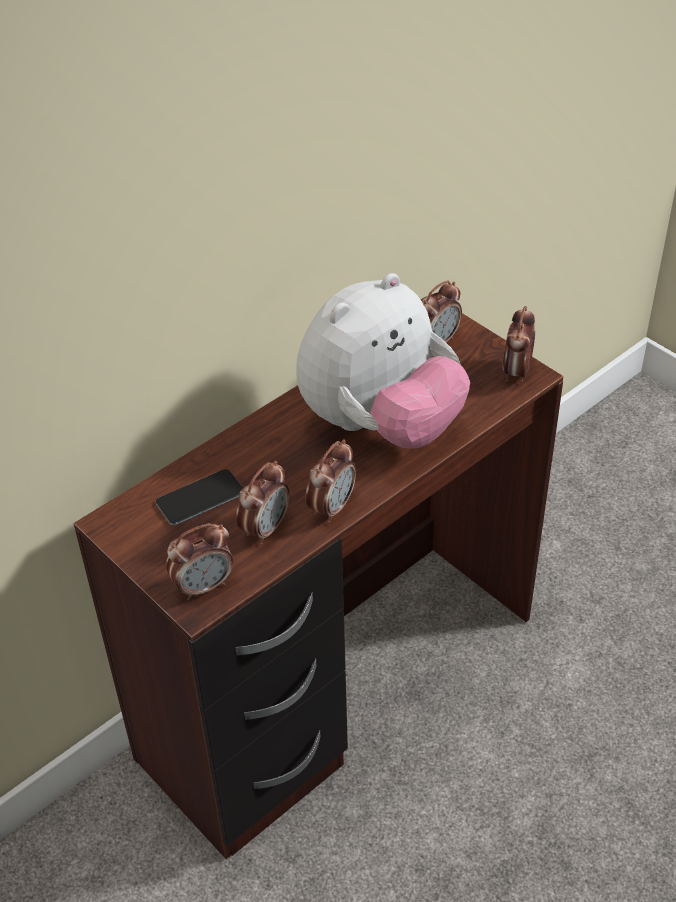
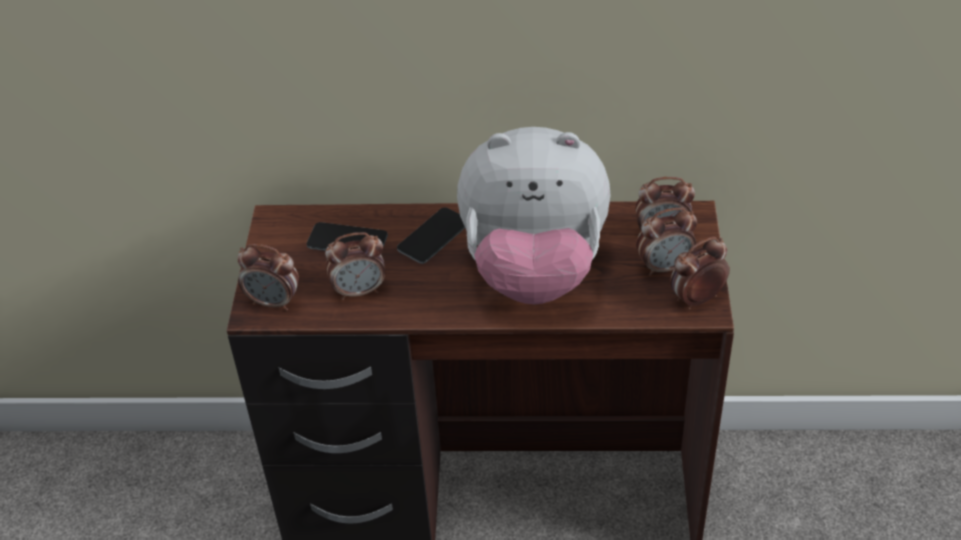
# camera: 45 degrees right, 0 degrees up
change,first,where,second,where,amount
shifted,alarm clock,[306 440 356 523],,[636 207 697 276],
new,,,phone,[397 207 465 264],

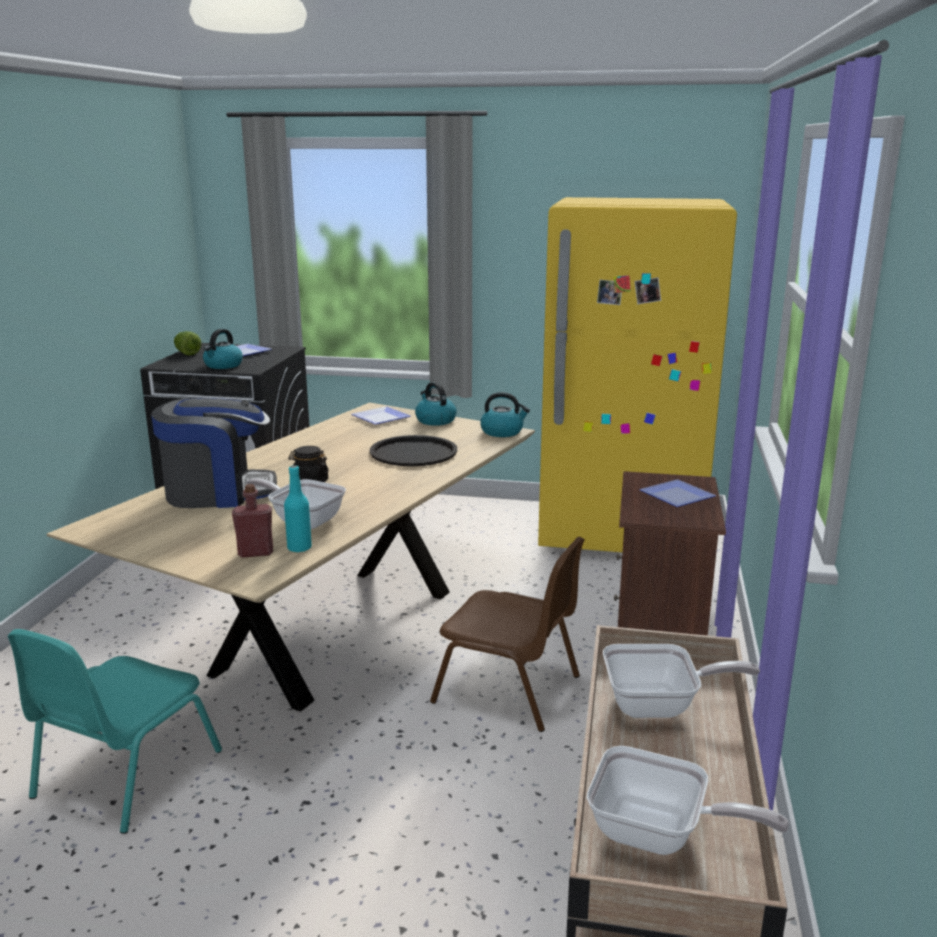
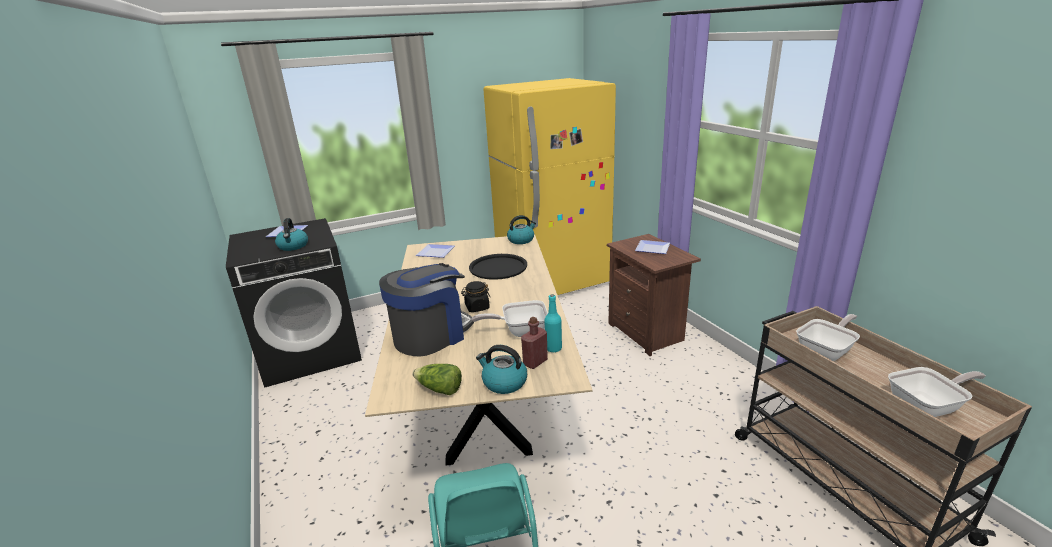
# camera: 35 degrees left, 5 degrees up
change,first,where,second,where,amount
shifted,lettuce,[174 331 202 356],,[413 364 462 395],
shifted,kettle,[415 382 457 426],,[476 345 527 394],
gone,brown-coloured upright chair,[430 537 585 732],,,

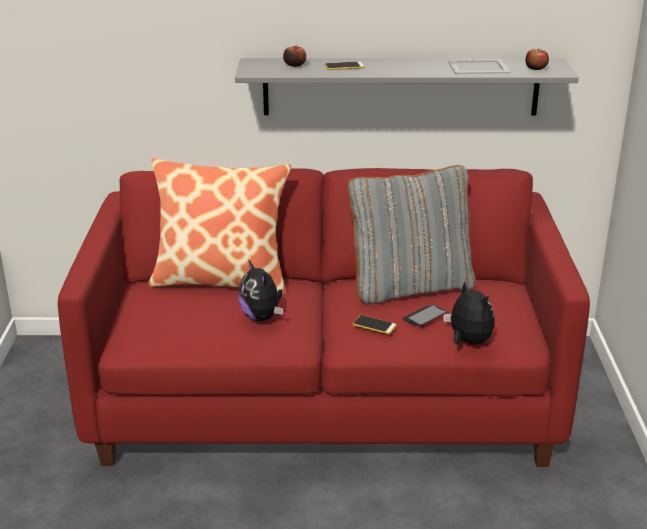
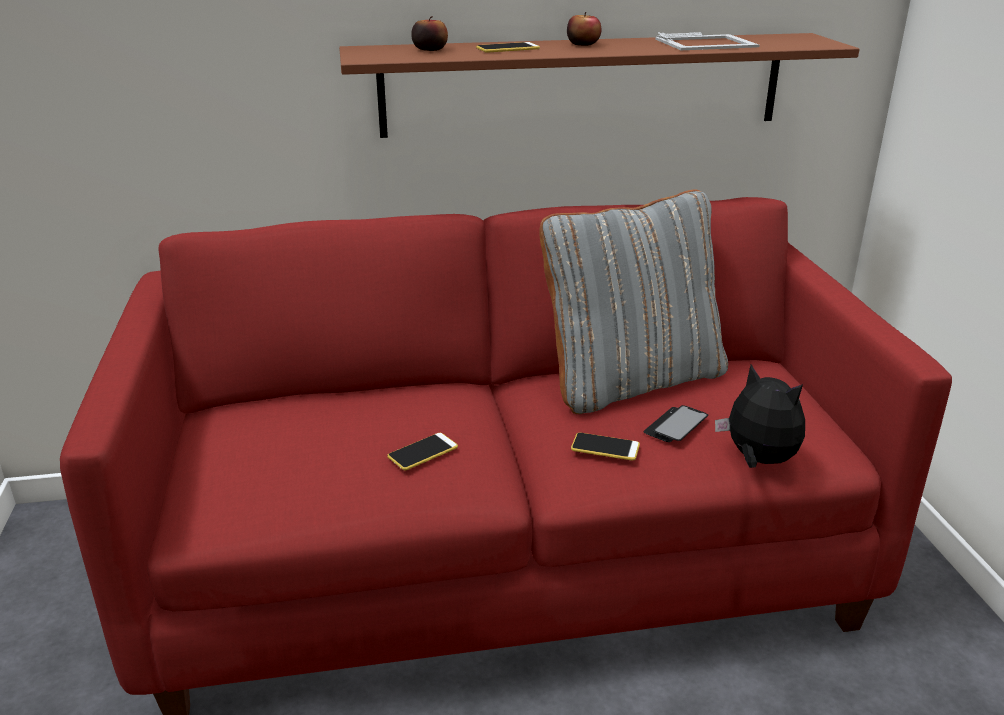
# camera: 10 degrees left, 0 degrees up
change,first,where,second,where,amount
shifted,apple,[525 49 549 70],,[567 12 601 46],
repainted,gray shelf,[235 58 579 115],brown-coloured shelf,[339 33 860 138],
gone,cushion,[148 158 291 294],,,
swapped,cuddly toy,[238 259 283 321],phone,[387 433 458 470],

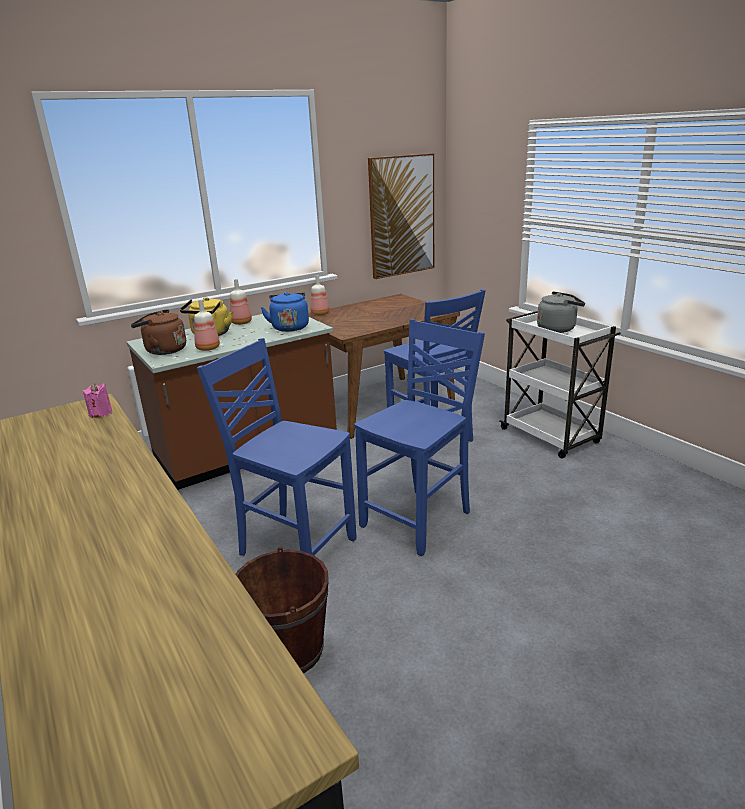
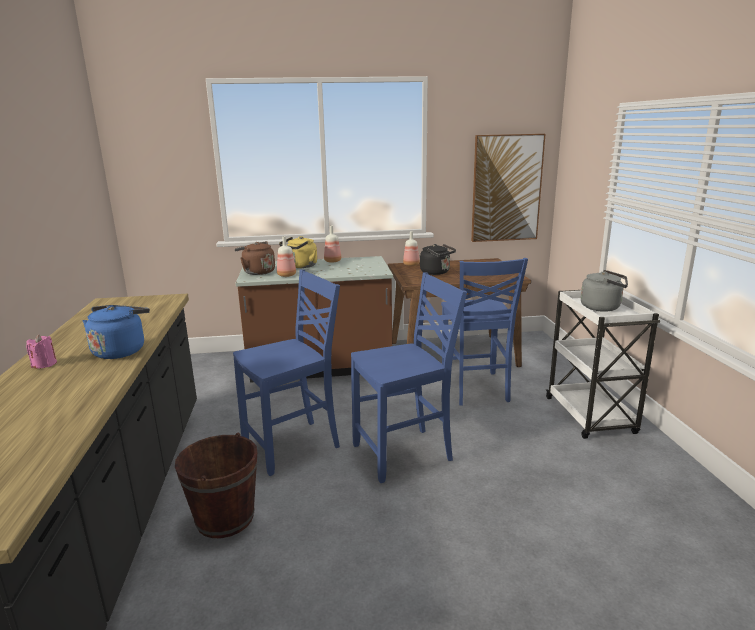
# camera: 25 degrees right, 5 degrees down
change,first,where,second,where,amount
shifted,blue-coloured kettle,[260 292 309 332],,[82 305 150 359],
rotated,blue-coloured upright chair,[197 338 356 556],,[233 270 340 476],90 degrees clockwise
shifted,pinkish wax light,[83 383 112 418],,[26 334 57 368],
new,,,blackish kettle,[420 244 456 275],

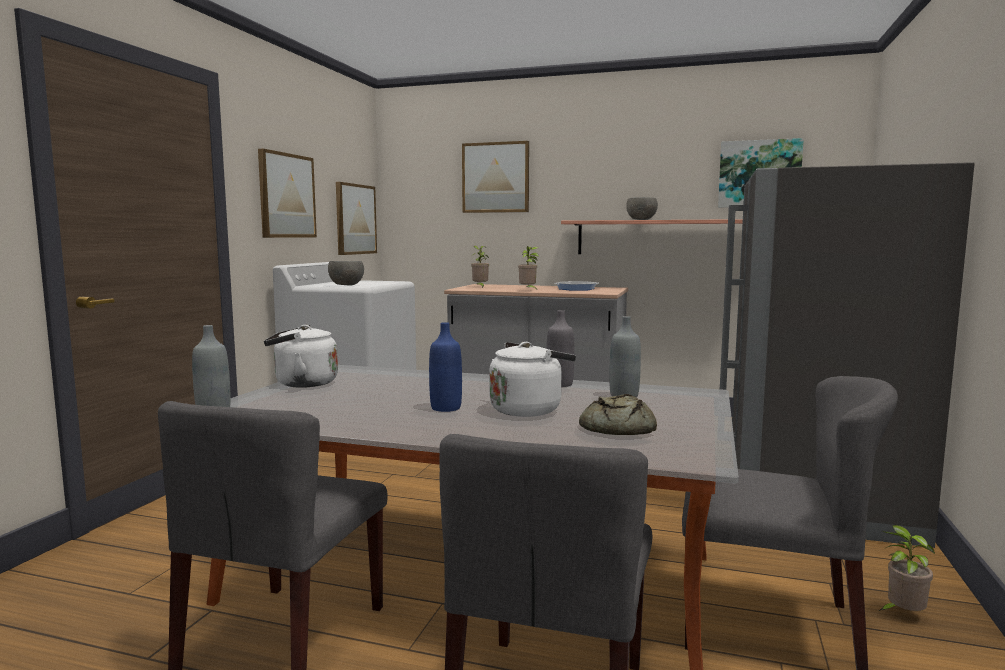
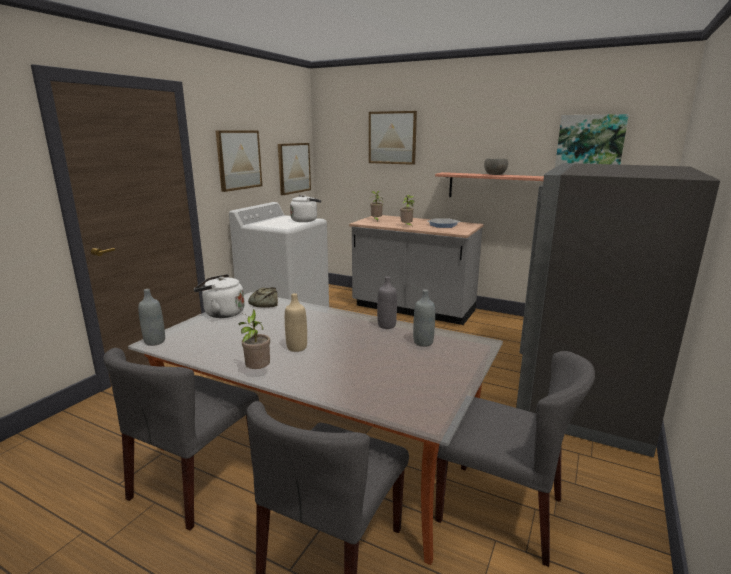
# camera: 10 degrees right, 10 degrees up
change,first,where,second,where,amount
gone,gray deep dish,[328 261 364 285],,,
repainted,blue-coloured drink bottle,[429 322 462 412],sand-coloured drink bottle,[285 293 307 352],
shifted,white kettle,[489 342 576 417],,[290 195 321 222],
shifted,bread,[579 394 657 435],,[248 287 278 308],
shifted,houseplant,[879 525 935 611],,[239 309 270 369],

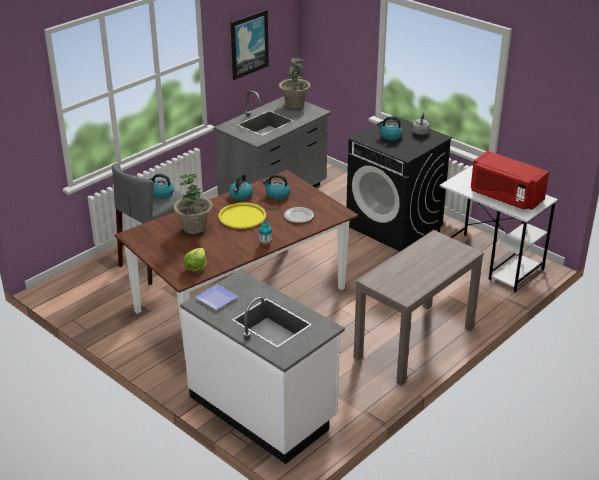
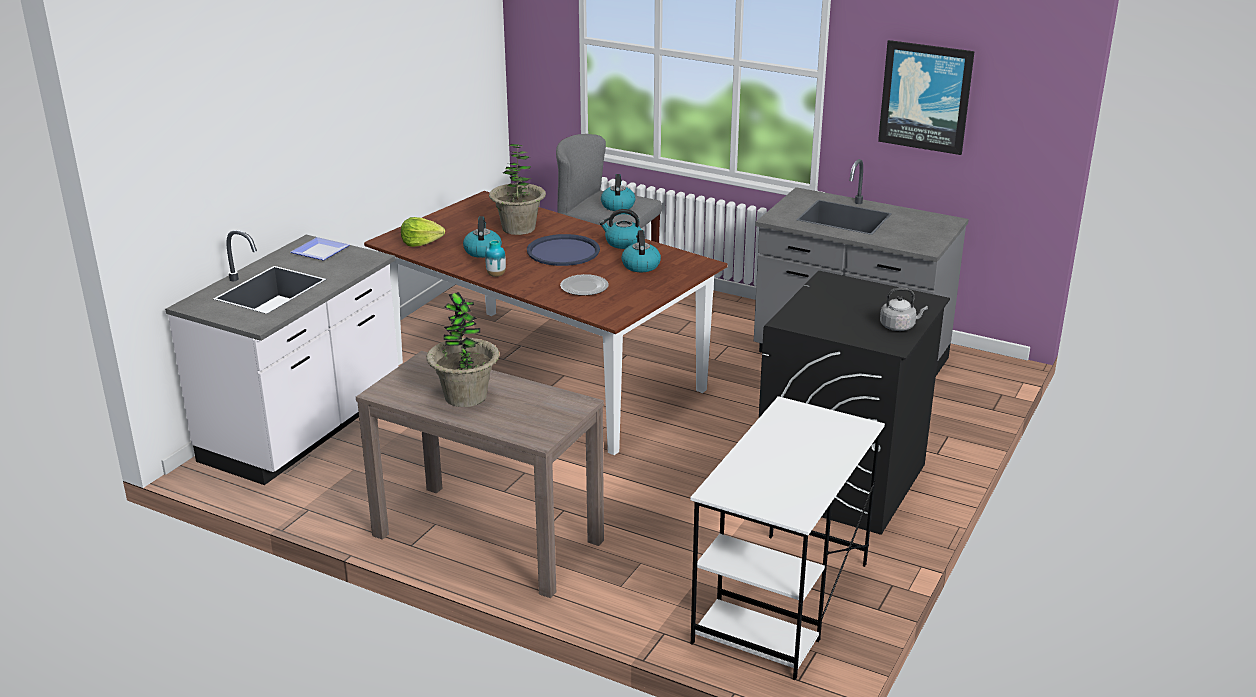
# camera: 75 degrees right, 5 degrees down
change,first,where,second,where,amount
shifted,houseplant,[279 58 311 108],,[426 292 500 407],
shifted,kettle,[377 116 403 140],,[463 216 502 258],
gone,red-coloured microwave oven,[471 151 549 210],,,
repainted,yellow-coloured carrying tray,[218 203 266 229],blue-coloured carrying tray,[527 234 600 266],

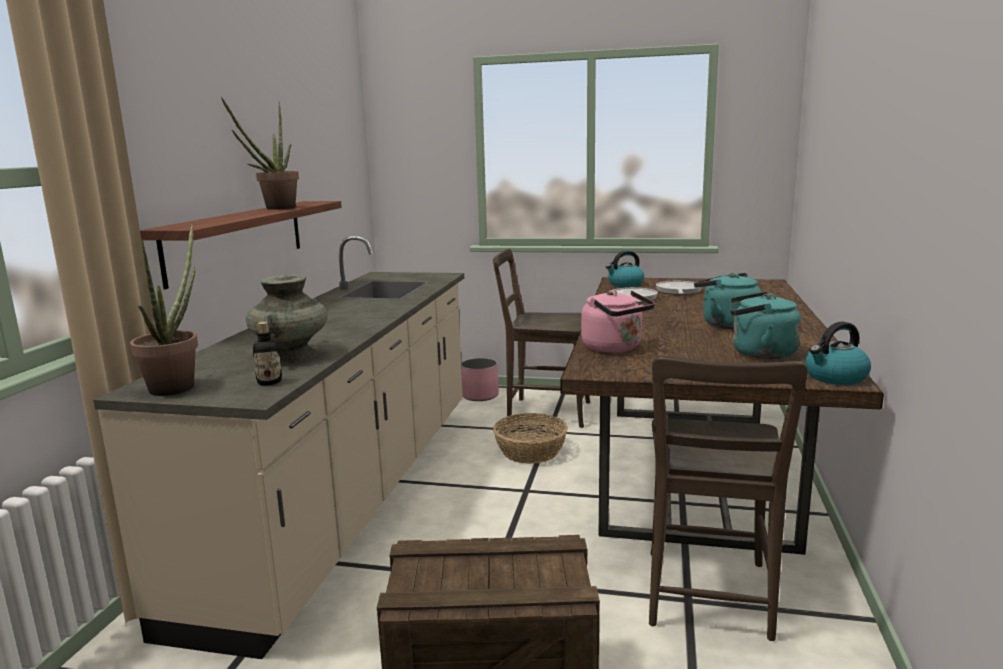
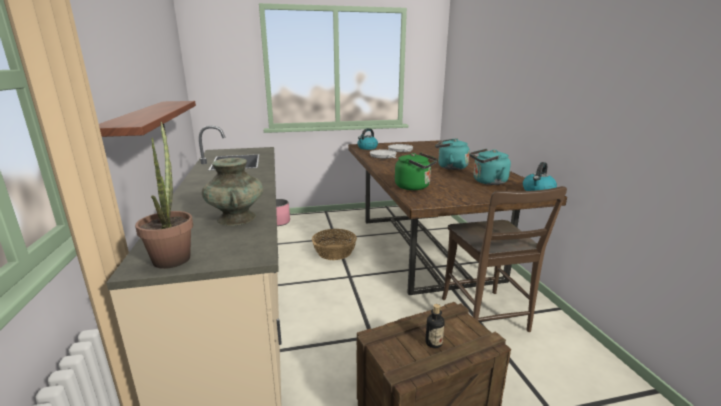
# camera: 25 degrees left, 5 degrees up
change,first,where,second,where,amount
gone,houseplant,[221 97 299 210],,,
gone,brown-coloured upright chair,[493 249 590 428],,,
repainted,pinkish kettle,[581 290 655 353],green-coloured kettle,[395 153 438 190],
shifted,drink bottle,[253 322 282 385],,[425 304 445 348],

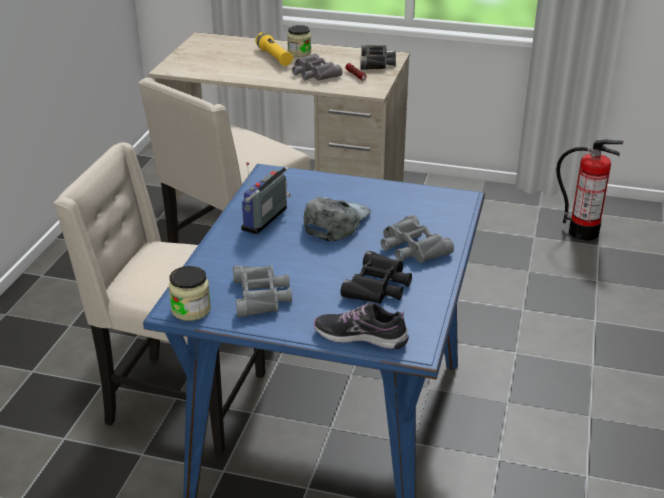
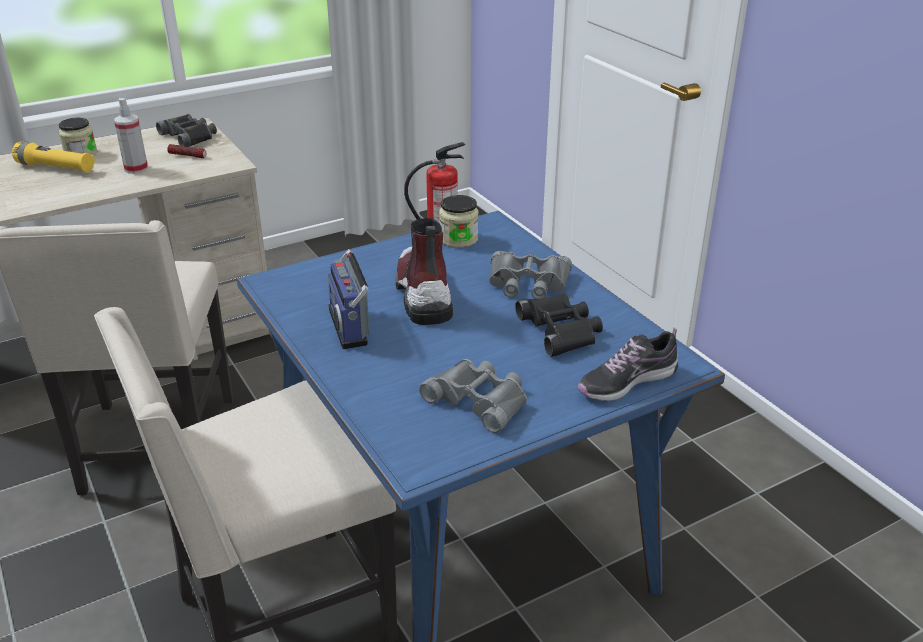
# camera: 45 degrees left, 0 degrees up
change,first,where,second,where,amount
swapped,gray binoculars,[292 54 342 81],sprayer,[114 98 148 174],
swapped,gray baseball cap,[304 197 371 241],tall boot,[396 218 453 325],
shifted,preserve jar,[169 266 211 321],,[439 195 478 248],

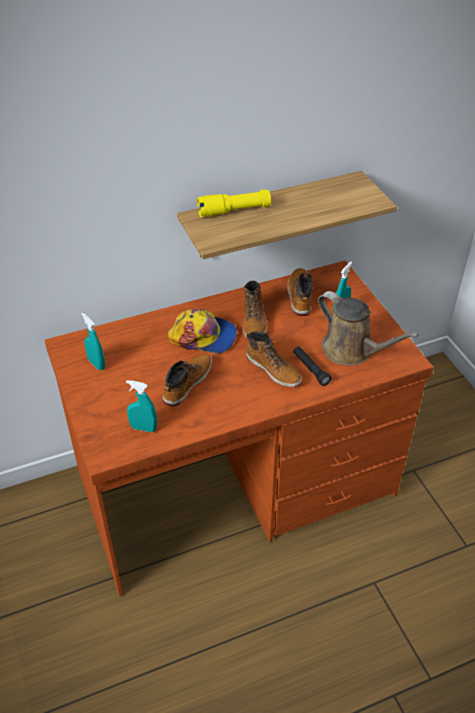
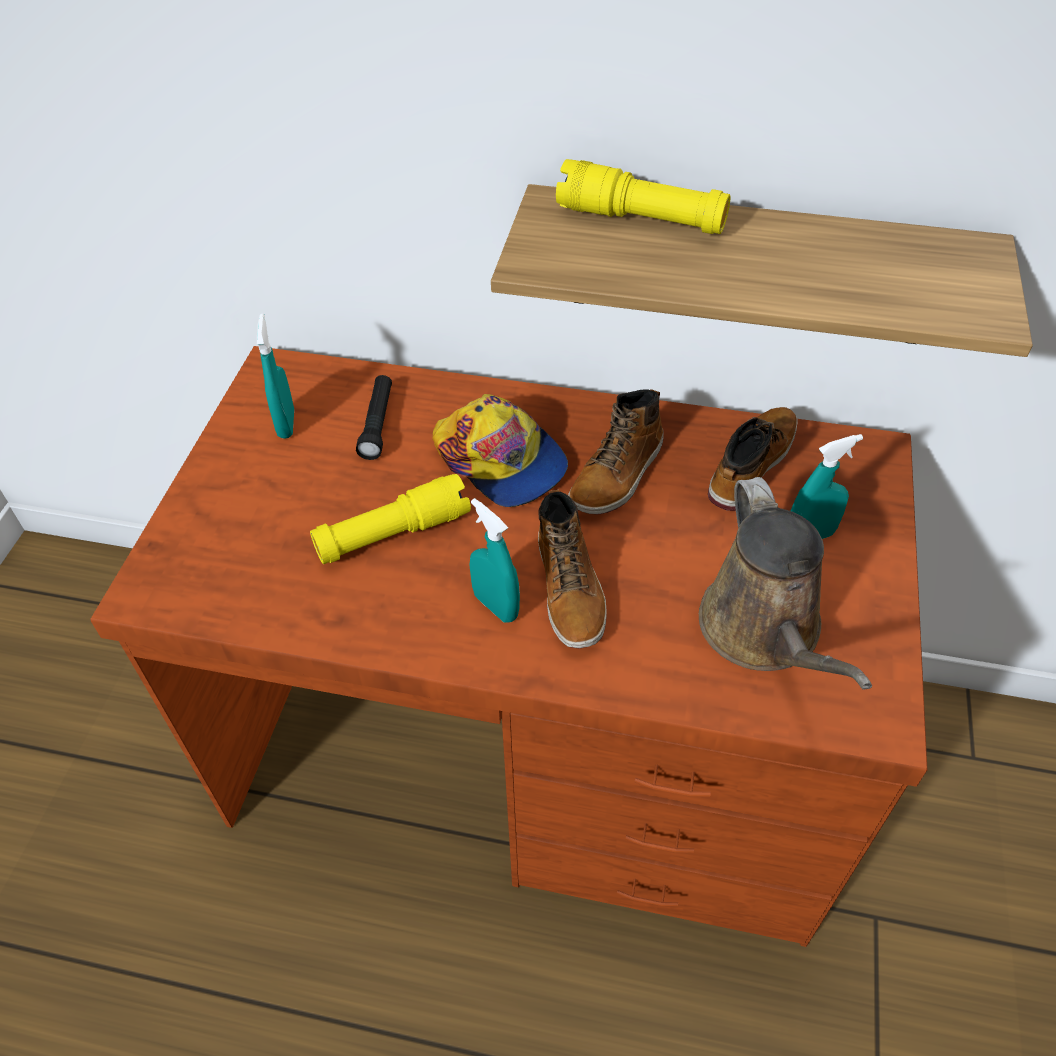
# camera: 35 degrees right, 5 degrees up
change,first,where,second,where,amount
shifted,blackish torch,[293 346 332 386],,[356 375 392 460],
swapped,tall boot,[162 354 212 406],yellow-coloured torch,[310 474 471 564],
shifted,turquoise sprayer,[126 380 157 432],,[469 498 520 622],

